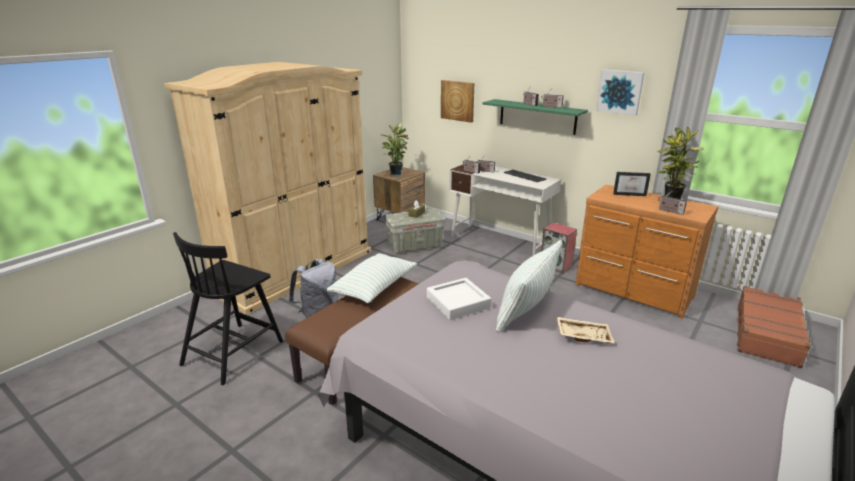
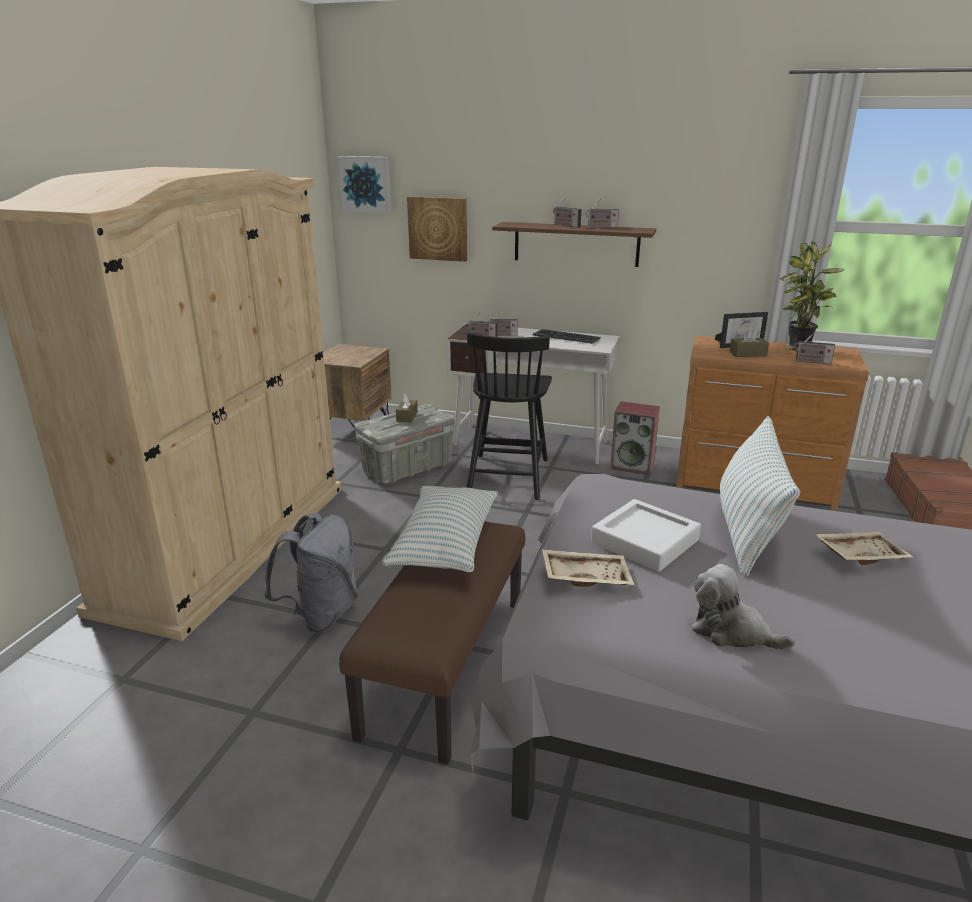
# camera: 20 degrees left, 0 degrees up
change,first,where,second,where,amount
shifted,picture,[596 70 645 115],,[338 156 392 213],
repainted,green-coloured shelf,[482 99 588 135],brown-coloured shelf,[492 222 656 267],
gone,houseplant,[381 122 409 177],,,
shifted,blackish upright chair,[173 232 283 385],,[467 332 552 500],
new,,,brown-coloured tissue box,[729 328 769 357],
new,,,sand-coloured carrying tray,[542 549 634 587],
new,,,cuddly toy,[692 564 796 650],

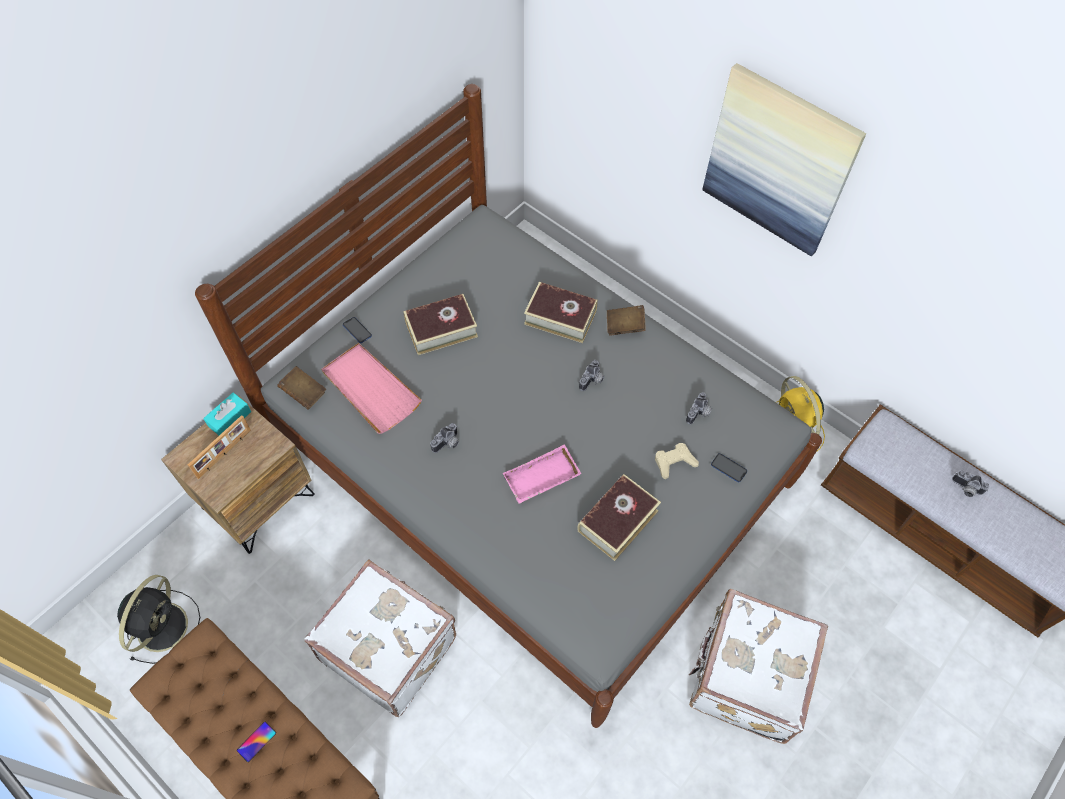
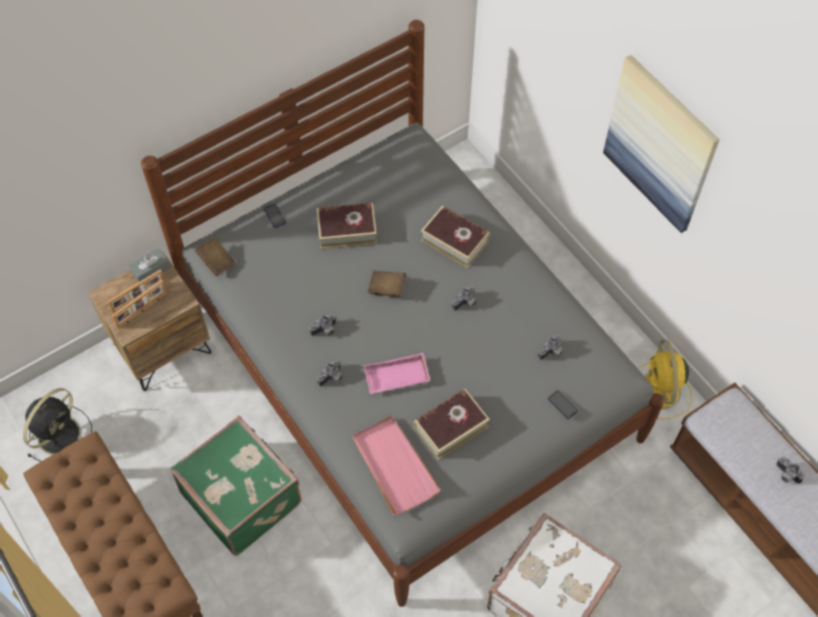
# camera: 15 degrees right, 0 degrees up
change,first,where,second,where,amount
shifted,brown-coloured book,[607 305 646 336],,[368 271 406 297],
shifted,pinkish carrying tray,[321 343 422 434],,[352 416 441 515],
repainted,turquoise tissue box,[203 392 251 435],gray tissue box,[129 248 170 282],
gone,sand-coloured gamepad,[655 443 699 479],,,
repainted,white suitcase,[304 559 456 717],green-coloured suitcase,[170 416 301 556],
gone,phone,[237 721 276 762],,,
new,,,photo frame,[111 280 167 329],
new,,,photo camera,[317 359 343 387],

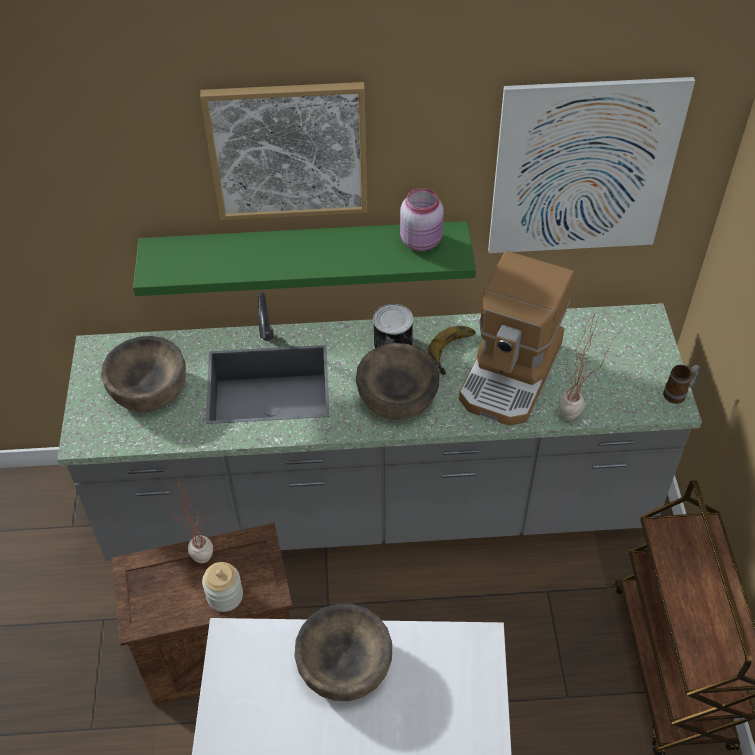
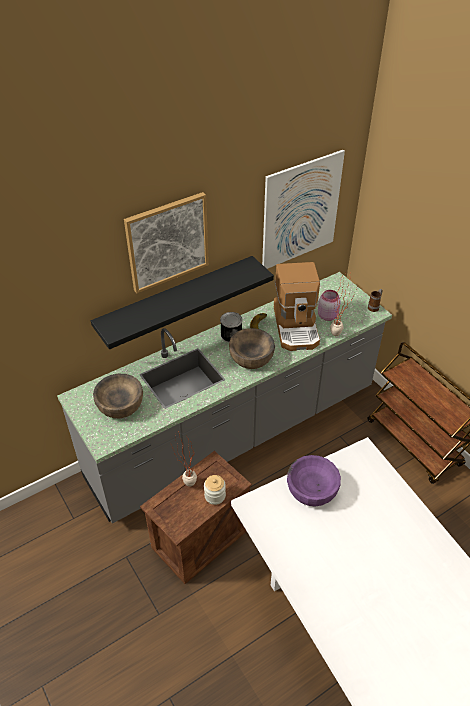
# camera: 30 degrees left, 5 degrees down
change,first,where,second,where,amount
shifted,pinkish preserve jar,[400 188 444 251],,[318 290 341 321],
repainted,green-coloured shelf,[133 221 476 296],blackish shelf,[91 256 274 349],
repainted,brown-coloured deep dish,[295 604 392 701],purple deep dish,[287 455 341 506],

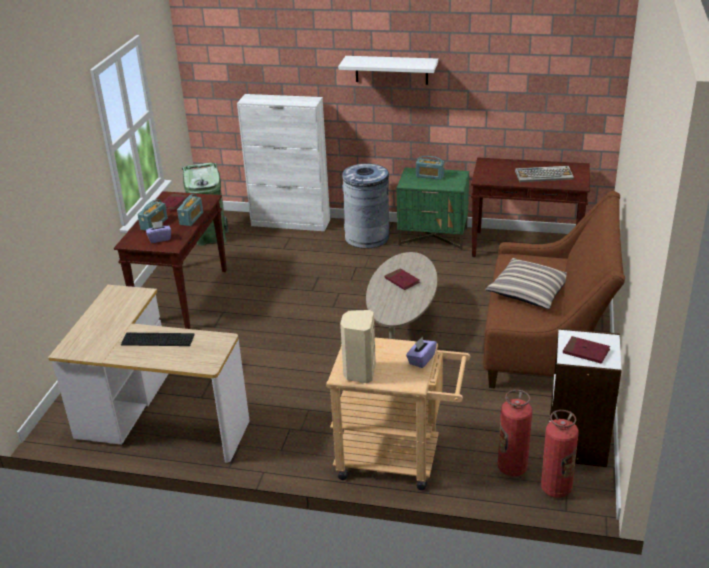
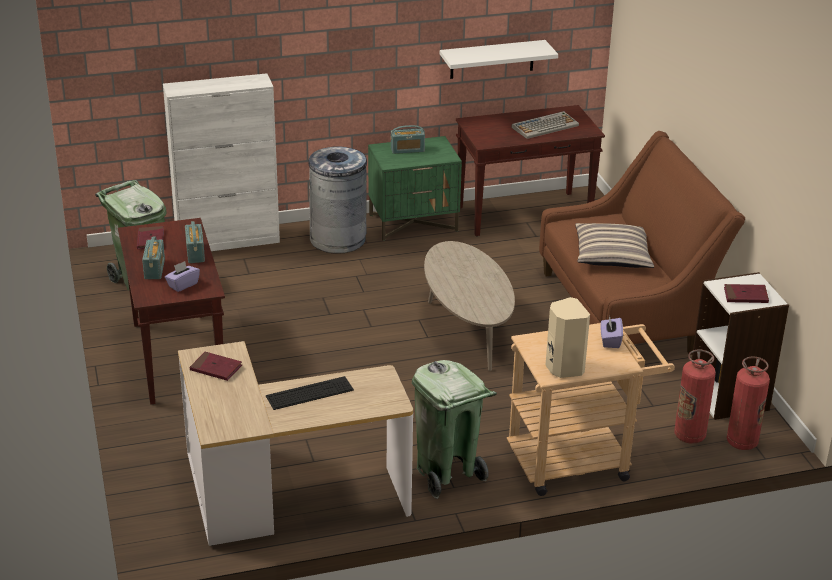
# camera: 30 degrees left, 0 degrees up
change,first,where,second,where,amount
shifted,white shelf,[338 56 438 85],,[440 40 558 79],
shifted,red-coloured book,[385 268 420 290],,[189 352 242 381],
new,,,green-coloured rubbish bin,[412 360 497 499],

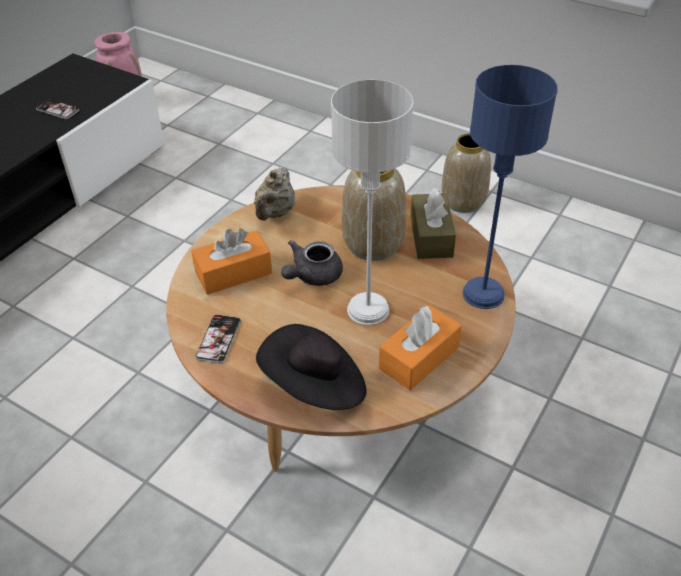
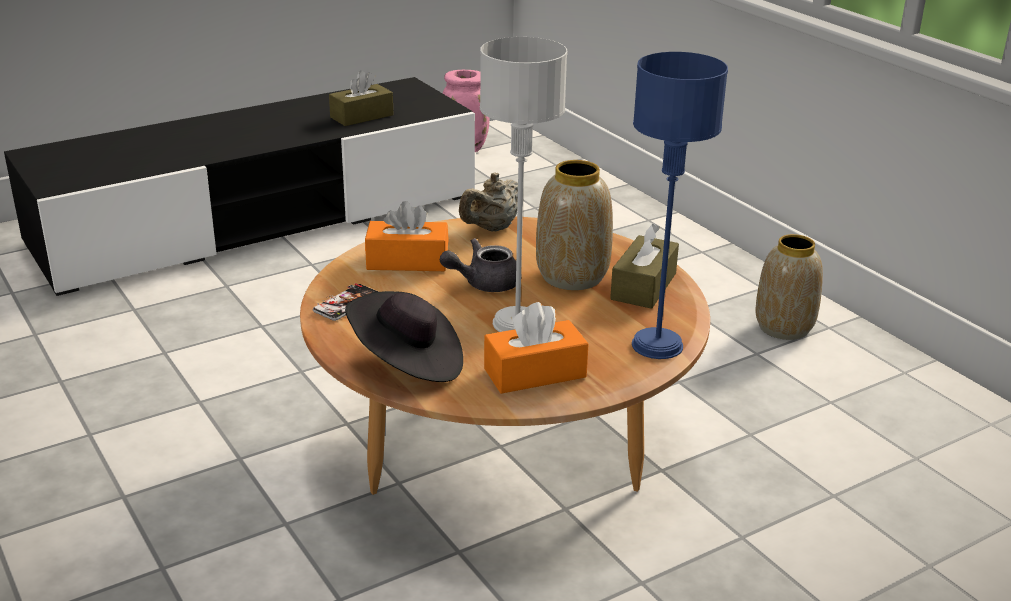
# camera: 25 degrees right, 15 degrees down
change,first,where,second,where,amount
swapped,phone,[36 99 79 119],brown-coloured tissue box,[329 70 393 126],

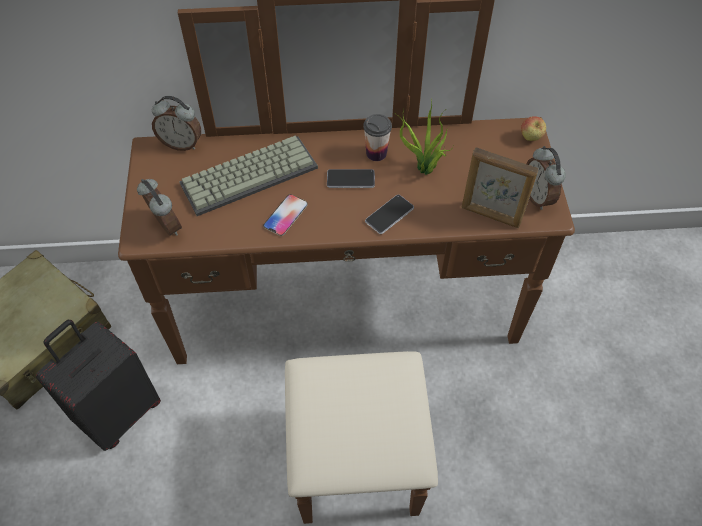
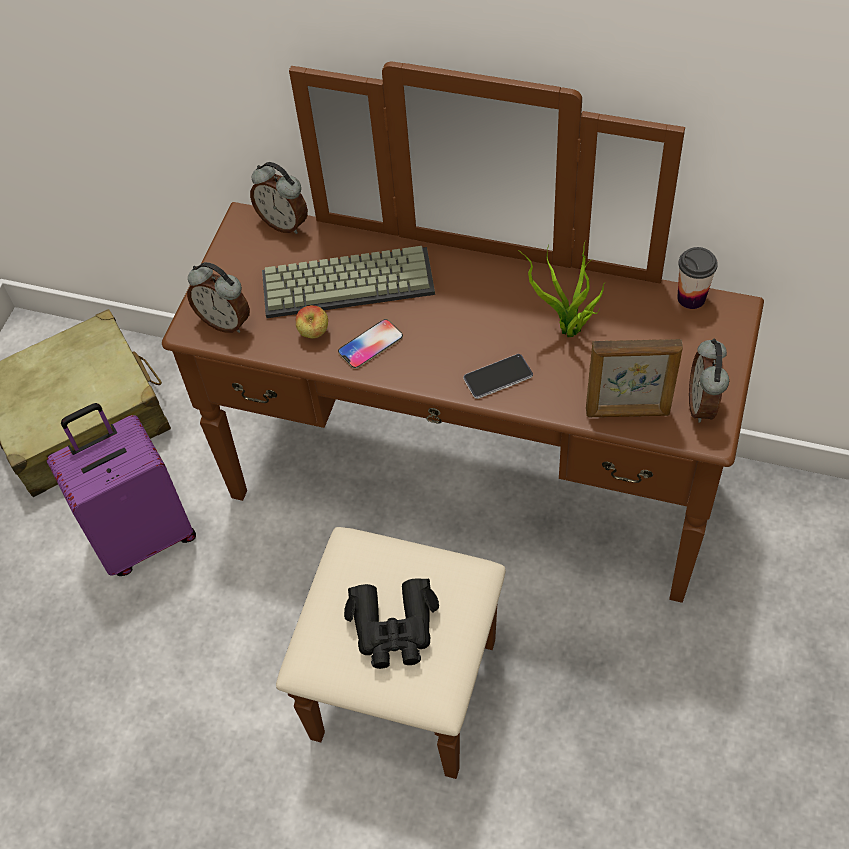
# camera: 25 degrees right, 0 degrees up
change,first,where,second,where,amount
shifted,small cup,[363 114 392 161],,[677 247 718 309],
shifted,apple,[521 116 546 141],,[296 305 328 338],
rotated,photo frame,[462 147 539 228],,[586 339 683 417],45 degrees counterclockwise
gone,phone,[327 169 375 188],,,
rotated,alarm clock,[137 179 182 236],,[187 262 250 333],135 degrees clockwise
repainted,blackish suitcase,[36 320 161 451],purple suitcase,[47 403 196 576],
new,,,blackish binoculars,[344 578 439 669],

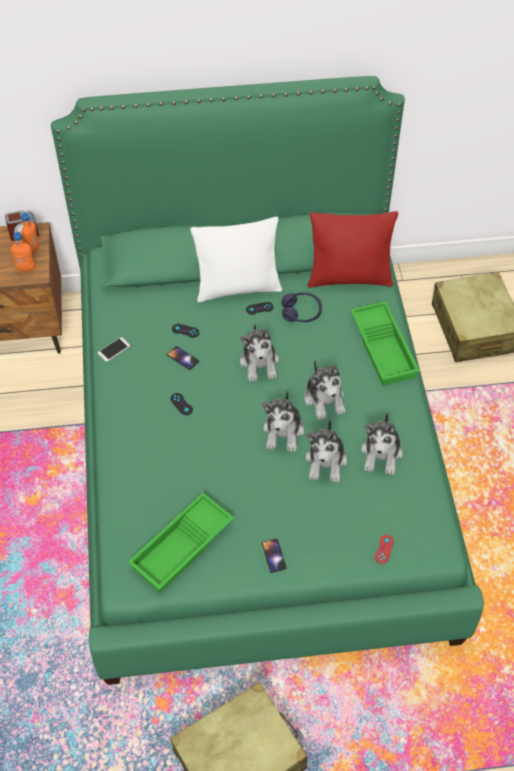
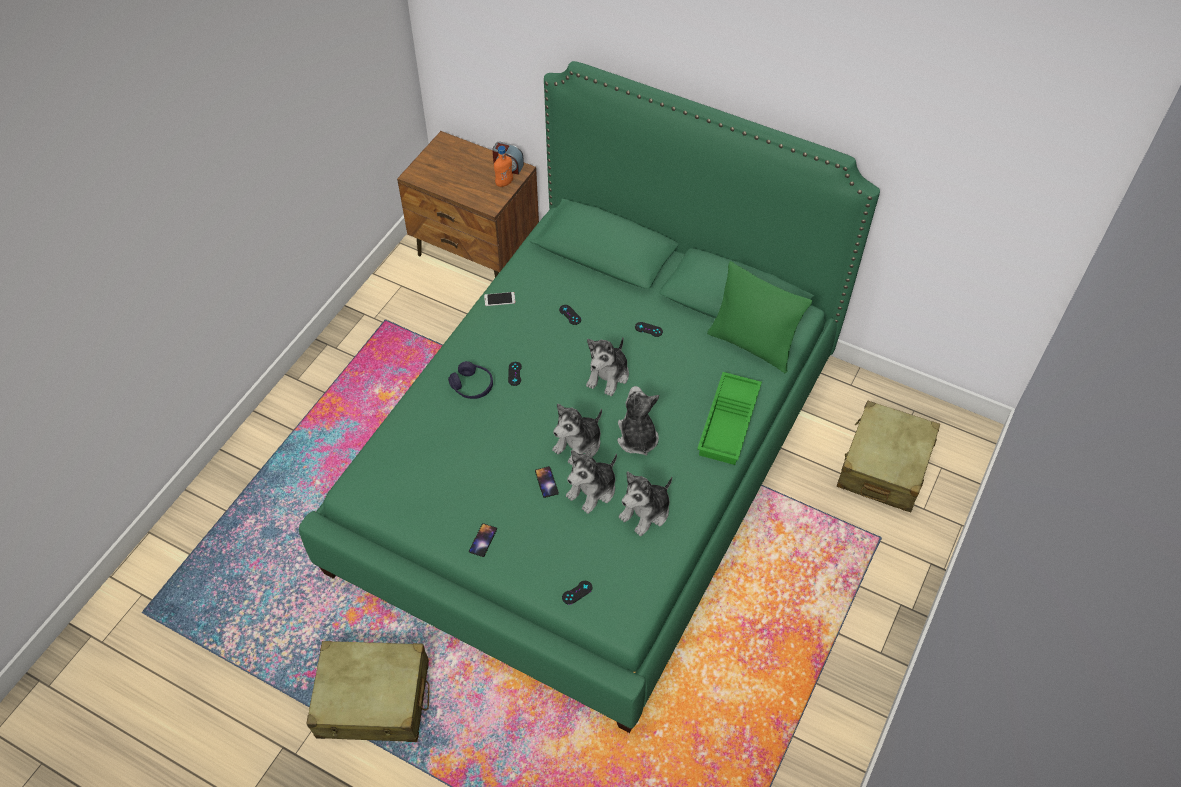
# camera: 35 degrees right, 0 degrees up
change,first,where,second,where,amount
repainted,red-coloured cushion,[308 211 398 288],green-coloured cushion,[707 261 812 373],
gone,white cushion,[191 217 282 302],,,
gone,orange-coloured drink bottle,[11 232 35 271],,,
shifted,purple pair of headphones,[281 292 322 322],,[448 361 493 399],
shifted,phone,[167 346 199 370],,[535 466 559 498],
rotated,cuddly toy,[304 359 346 420],,[617 386 659 455],150 degrees clockwise
gone,green-coloured carrying tray,[128 493 234 593],,,
repainted,red-coloured gamepad,[375 535 394 564],blackish gamepad,[562 581 592 605],

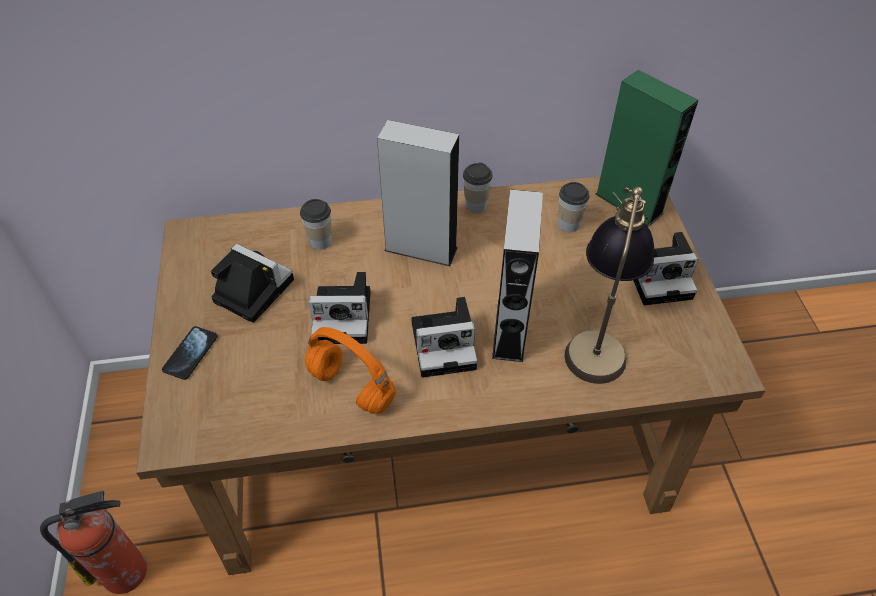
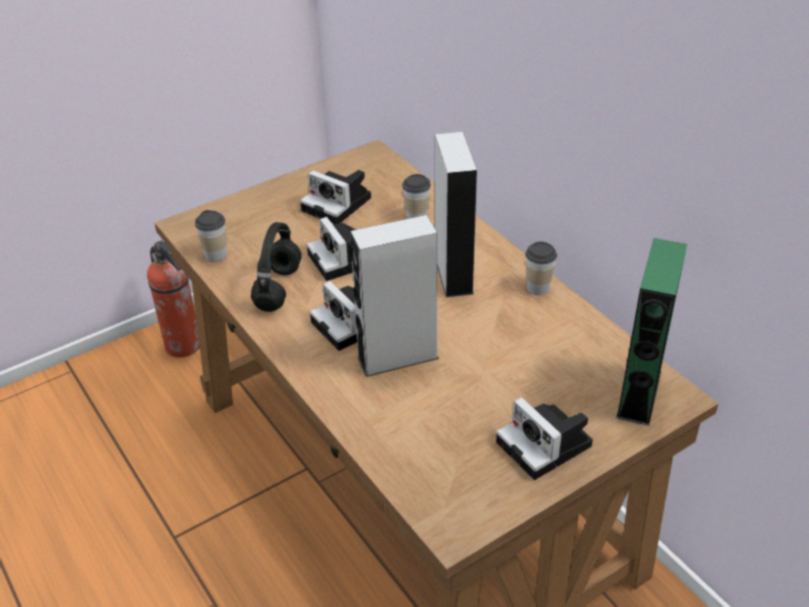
# camera: 65 degrees right, 10 degrees down
change,first,where,second,where,amount
shifted,small cup,[558 182 590 232],,[195 210 227 262],
gone,table lamp,[564 187 654 384],,,
rotated,photo camera,[211 244 294 323],,[300 170 371 225],120 degrees clockwise
gone,phone,[162 326 218 380],,,
repainted,orange-coloured pair of headphones,[305 327 396 414],blackish pair of headphones,[251 222 302 312],

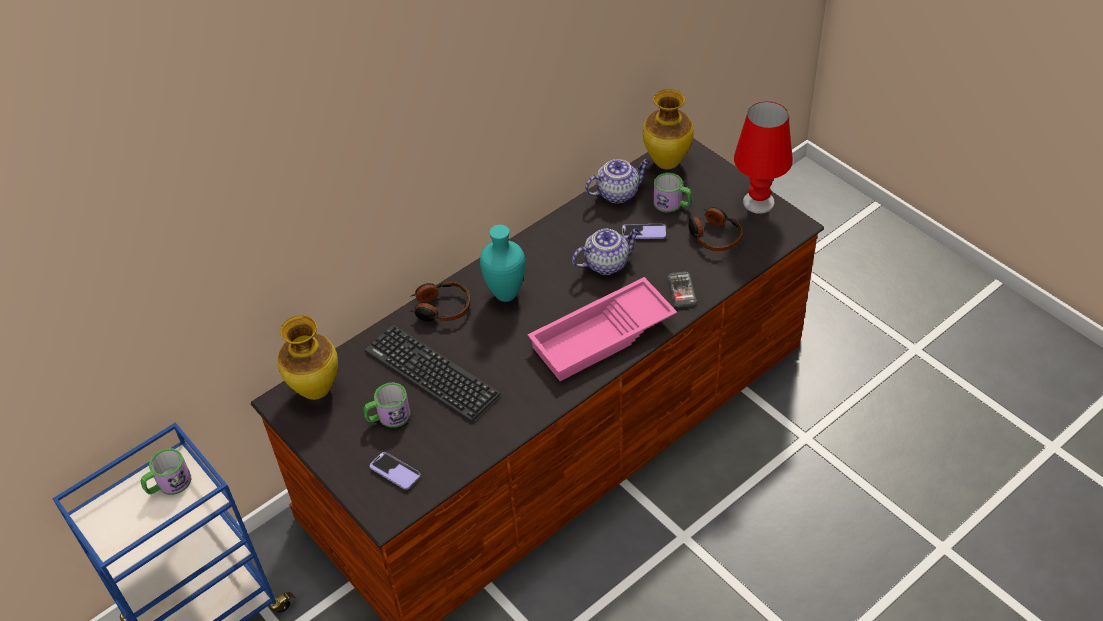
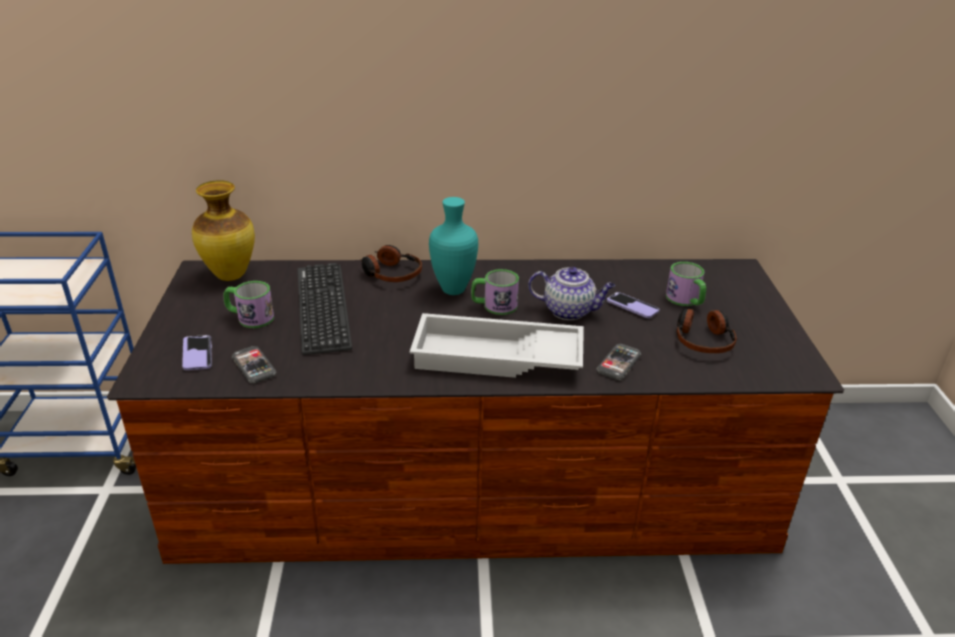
# camera: 35 degrees right, 15 degrees down
change,first,where,second,where,amount
gone,vase,[643 89 694 169],,,
gone,red-coloured table lamp,[734 101 793 214],,,
gone,teapot,[585 159 650 203],,,
repainted,pinkish carrying tray,[528 277 677 381],white carrying tray,[410 313 584 378],
shifted,tea mug,[141 448 191 495],,[471 269 519 315],
new,,,phone,[232 346 277 383],

